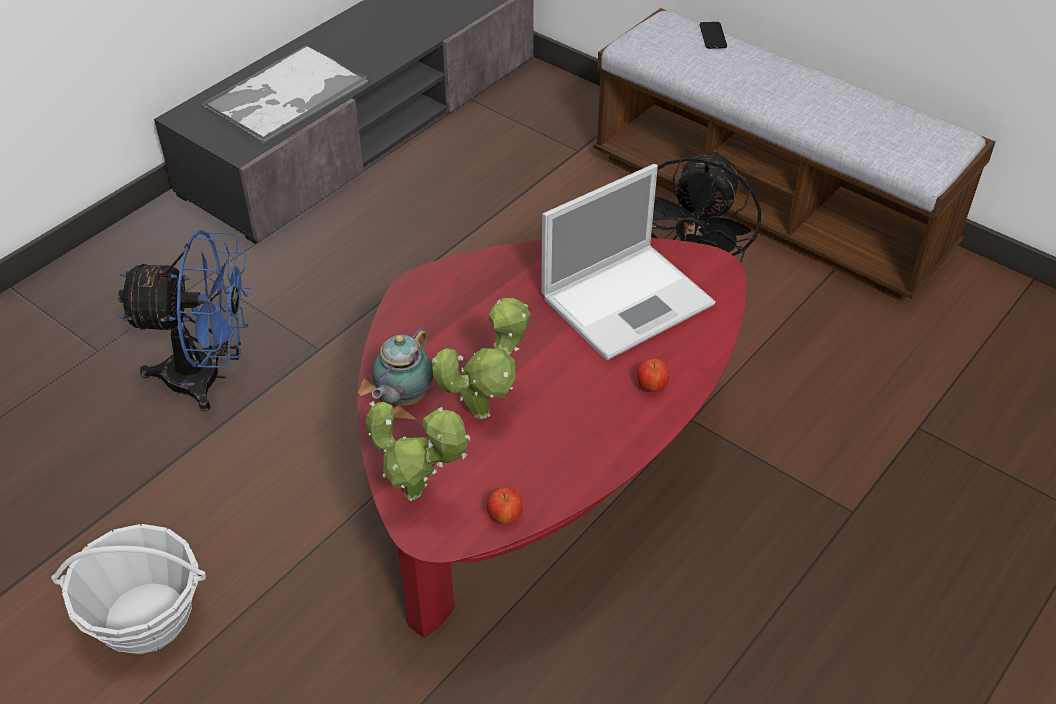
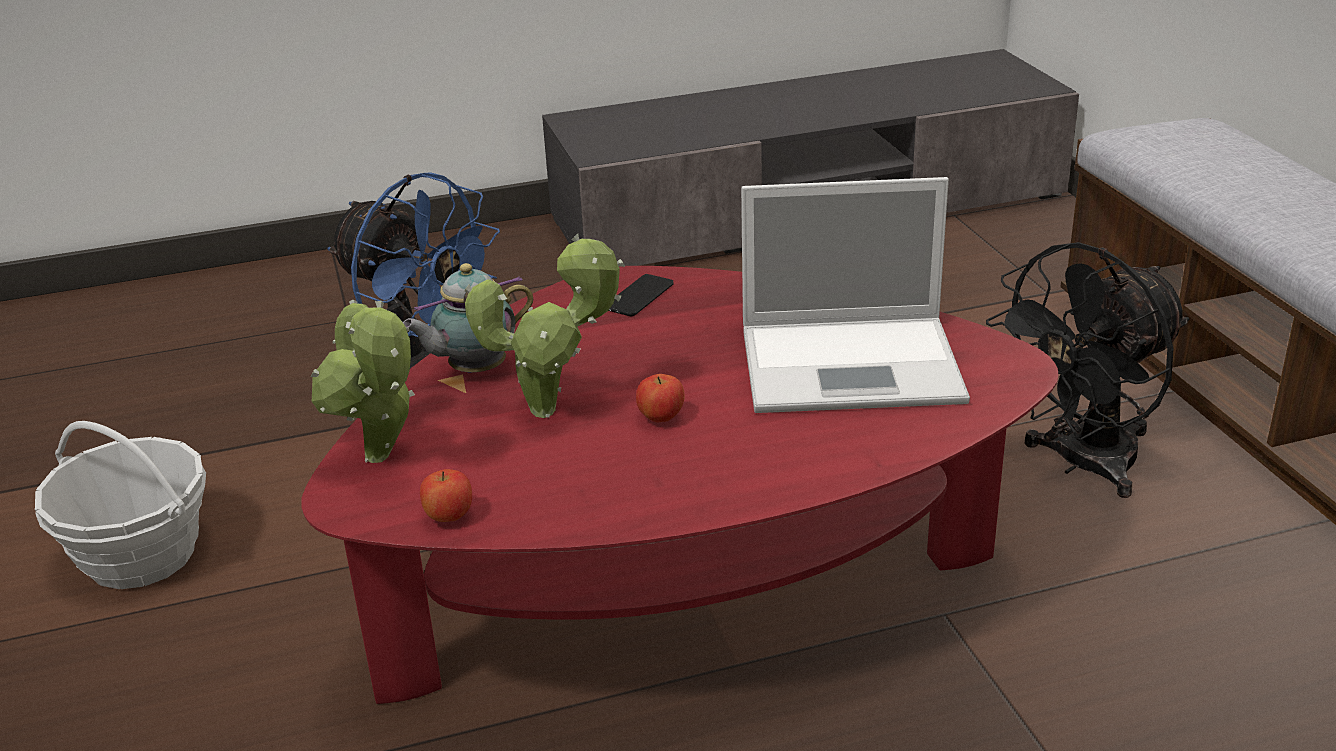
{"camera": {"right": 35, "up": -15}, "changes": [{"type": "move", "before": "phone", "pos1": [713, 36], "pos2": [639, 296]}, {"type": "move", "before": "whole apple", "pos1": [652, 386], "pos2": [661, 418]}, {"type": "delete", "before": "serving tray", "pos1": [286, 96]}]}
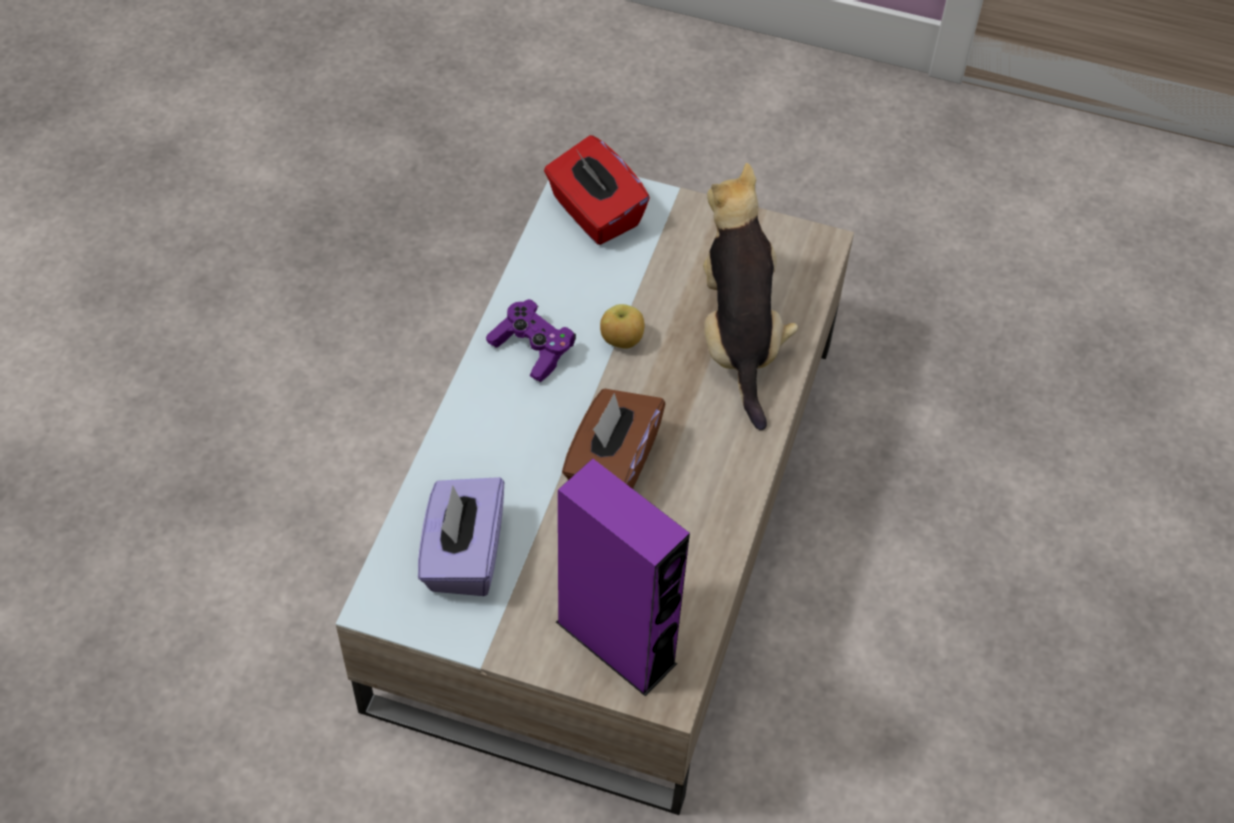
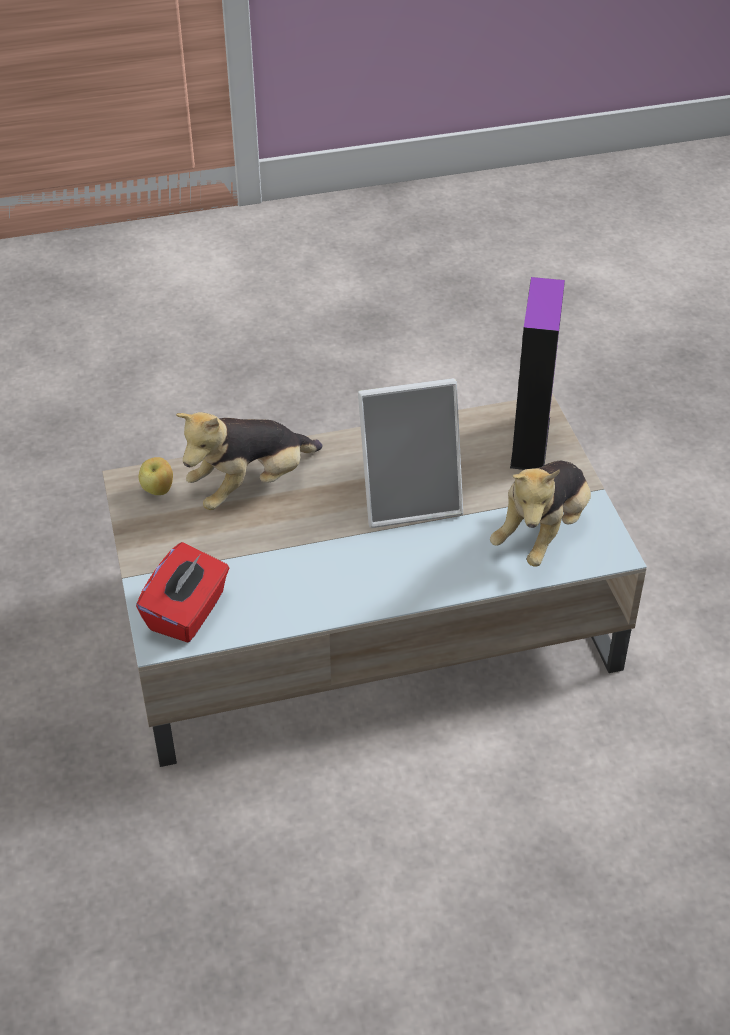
{"camera": {"right": -120, "up": -10}, "changes": [{"type": "move", "before": "whole apple", "pos1": [621, 341], "pos2": [158, 490]}, {"type": "replace", "before": "box of tissues (brownish)", "after": "photo frame", "pos1": [612, 464], "pos2": [410, 498]}, {"type": "replace", "before": "box of tissues (purplish)", "after": "plush toy", "pos1": [463, 555], "pos2": [542, 532]}, {"type": "delete", "before": "gamepad (purplish)", "pos1": [532, 349]}]}
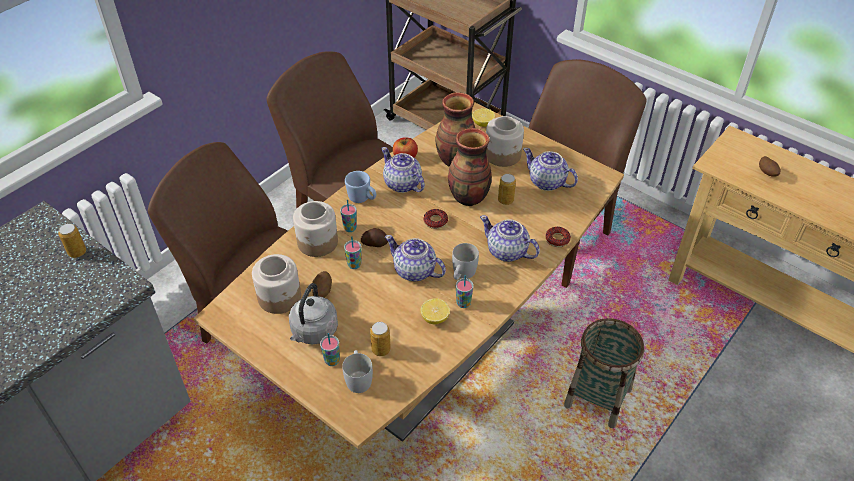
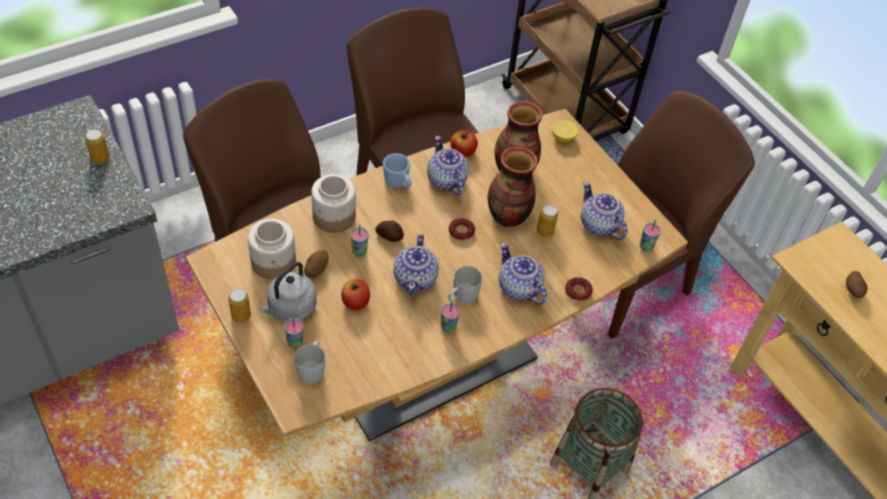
{"camera": {"right": 15, "up": 5}, "changes": [{"type": "move", "before": "metal can", "pos1": [381, 349], "pos2": [241, 316]}, {"type": "insert", "after": "whole apple", "pos2": [355, 302]}, {"type": "rotate", "before": "tea pot", "pos1": [415, 271], "pos2": [416, 278], "turn": -135}, {"type": "move", "before": "small cup", "pos1": [350, 228], "pos2": [646, 247]}, {"type": "delete", "before": "citrus fruit", "pos1": [435, 318]}, {"type": "delete", "before": "jar", "pos1": [503, 155]}]}
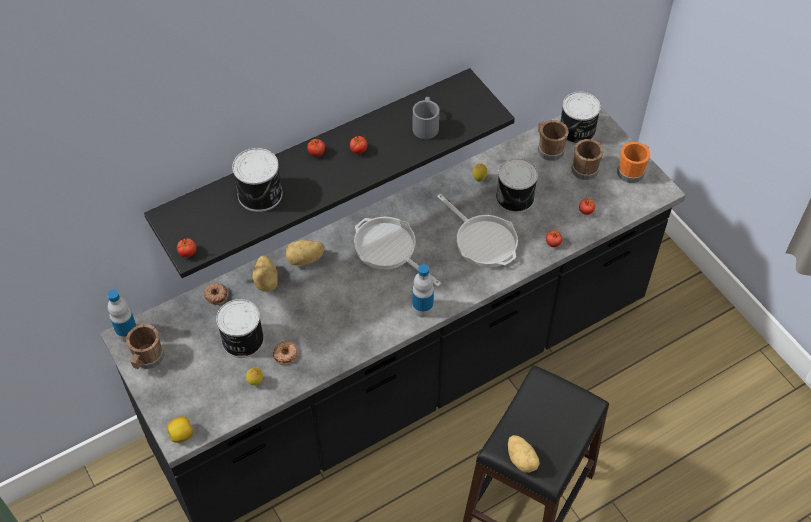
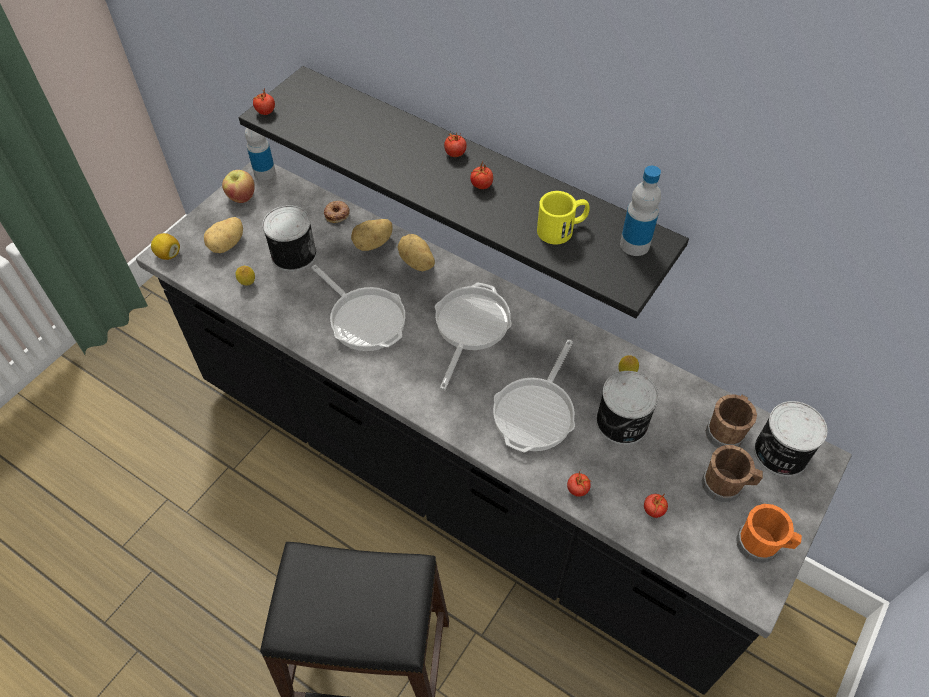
{"camera": {"right": 65, "up": 0}, "changes": [{"type": "move", "before": "potato", "pos1": [522, 459], "pos2": [227, 245]}, {"type": "replace", "before": "tea mug (brownish)", "after": "whole apple", "pos1": [147, 359], "pos2": [241, 197]}, {"type": "insert", "after": "pan", "pos2": [364, 318]}, {"type": "recolor", "before": "tea mug (gray)", "after": "tea mug (yellow)", "pos1": [426, 124], "pos2": [562, 229]}, {"type": "move", "before": "bottle", "pos1": [422, 308], "pos2": [634, 244]}, {"type": "delete", "before": "metal can", "pos1": [261, 194]}, {"type": "delete", "before": "doughnut", "pos1": [286, 354]}]}
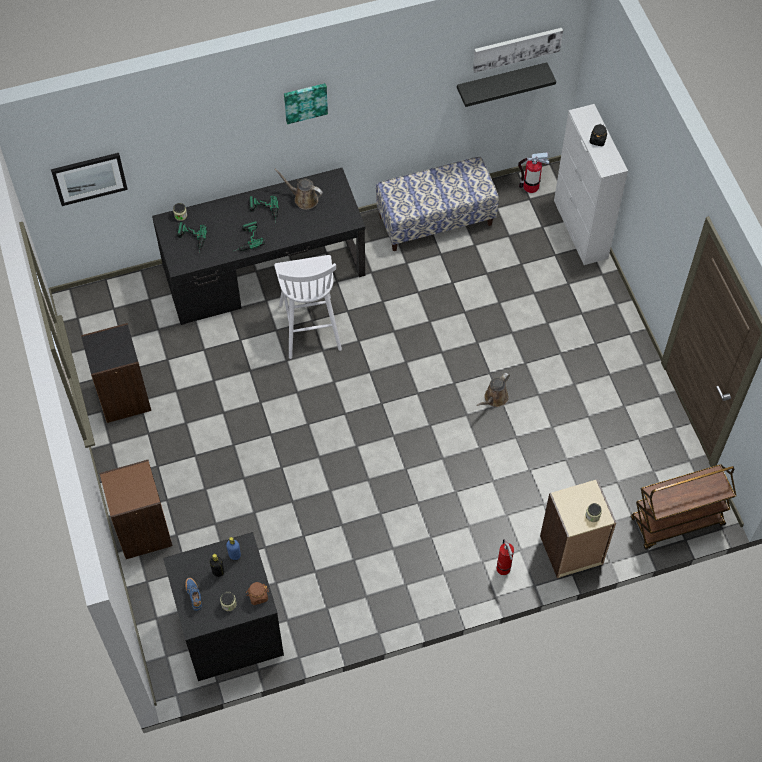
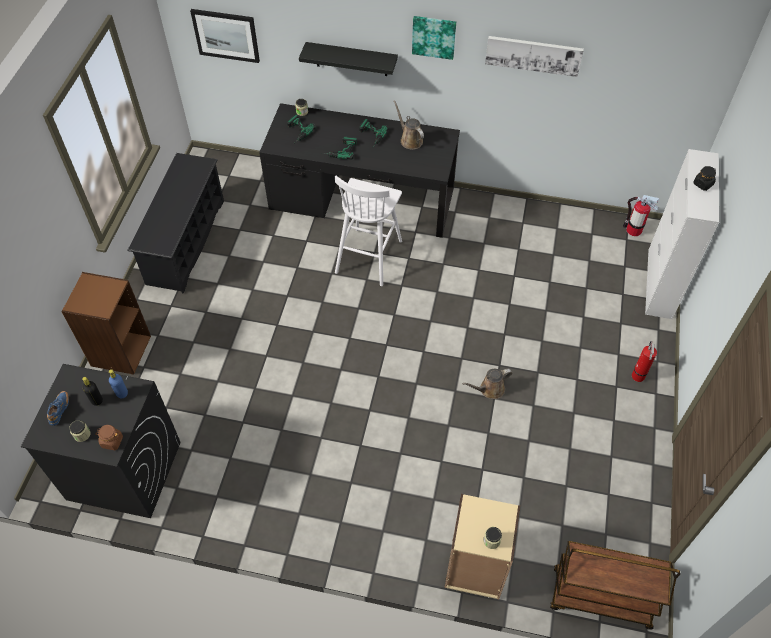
{"camera": {"right": 30, "up": -5}, "changes": [{"type": "replace", "before": "bookcase (black-coloured)", "after": "shoe shelf (black-coloured)", "pos1": [123, 397], "pos2": [185, 242]}, {"type": "move", "before": "shelf (black-coloured)", "pos1": [501, 82], "pos2": [351, 59]}, {"type": "move", "before": "picture", "pos1": [517, 48], "pos2": [533, 55]}, {"type": "move", "before": "extinguisher", "pos1": [504, 570], "pos2": [638, 377]}, {"type": "delete", "before": "bench", "pos1": [435, 220]}]}
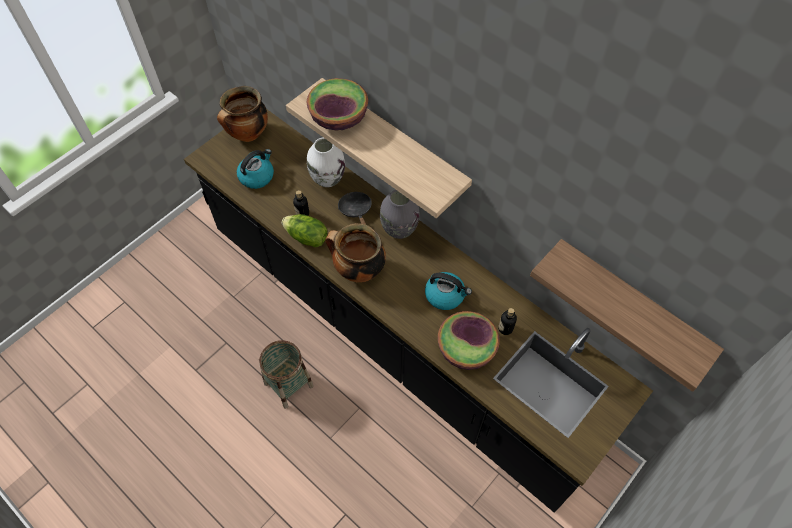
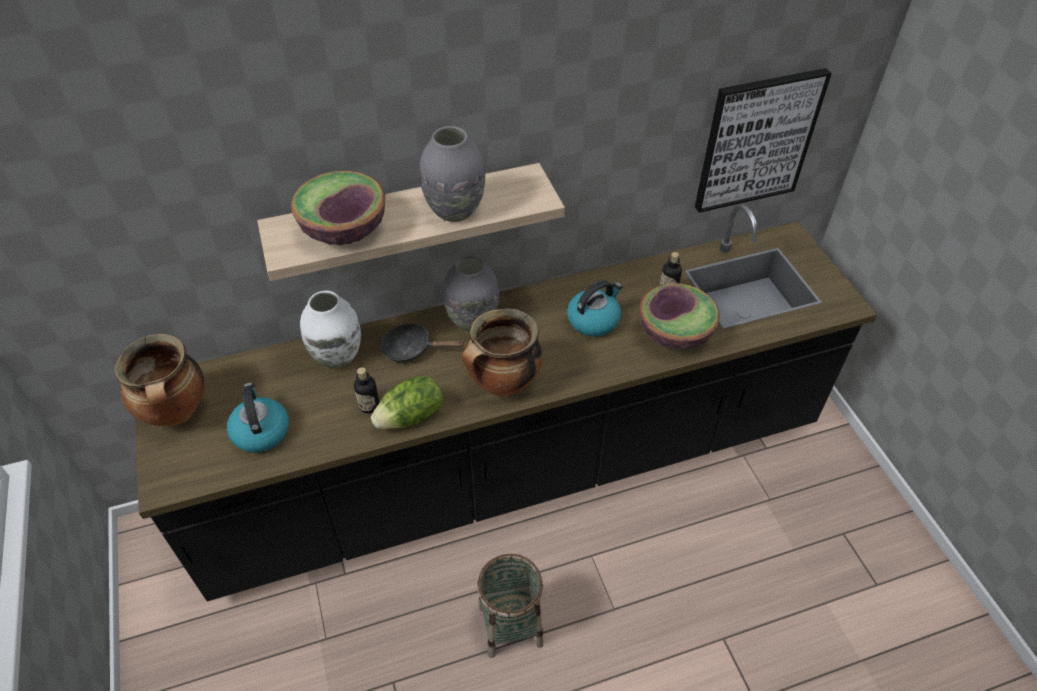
{"camera": {"right": -60, "up": -10}, "changes": [{"type": "insert", "after": "flower vase (gray)", "pos2": [455, 211]}, {"type": "replace", "before": "shelf", "after": "picture", "pos1": [631, 304], "pos2": [757, 140]}]}
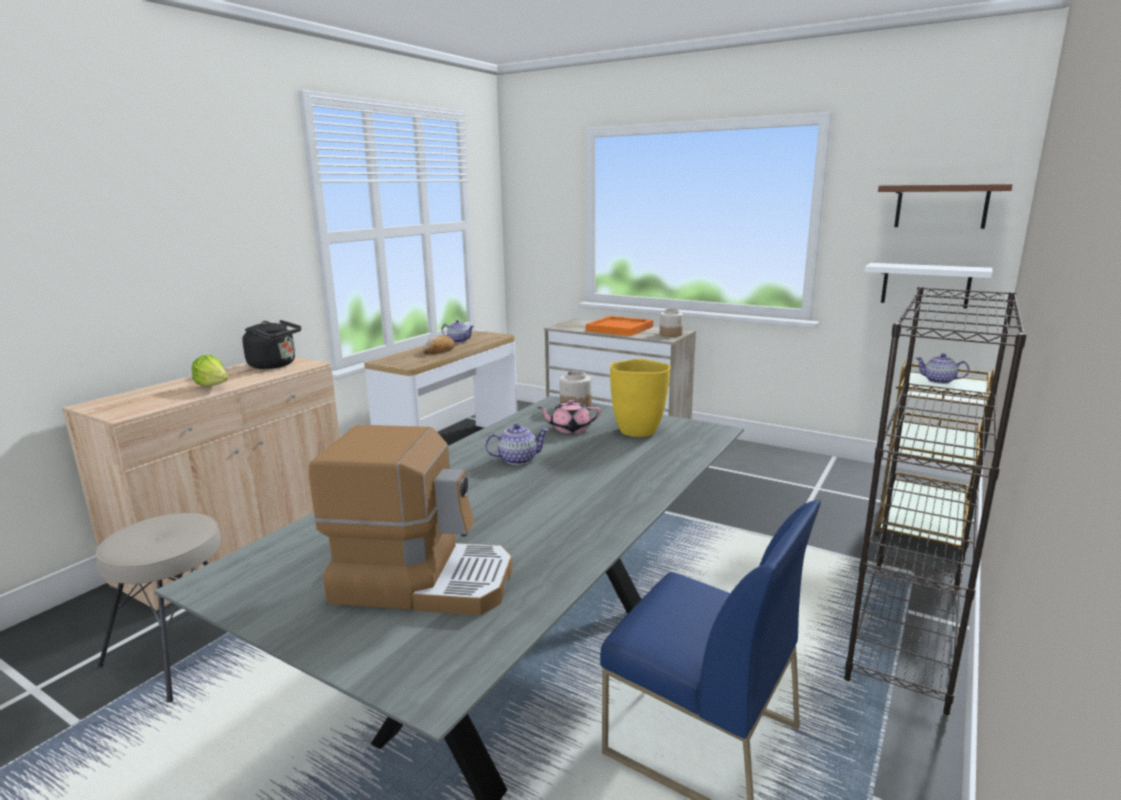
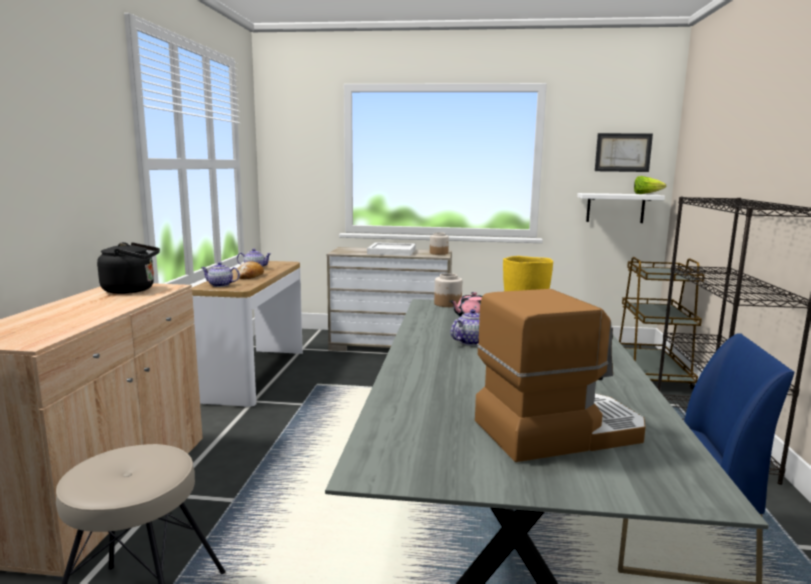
{"camera": {"right": -25, "up": -5}, "changes": [{"type": "move", "before": "tea pot", "pos1": [939, 381], "pos2": [221, 285]}, {"type": "recolor", "before": "serving tray (orange)", "after": "serving tray (whitish)", "pos1": [620, 329], "pos2": [392, 251]}, {"type": "replace", "before": "shelf (brownish)", "after": "picture", "pos1": [941, 206], "pos2": [623, 152]}, {"type": "move", "before": "head of lettuce", "pos1": [214, 387], "pos2": [646, 194]}]}
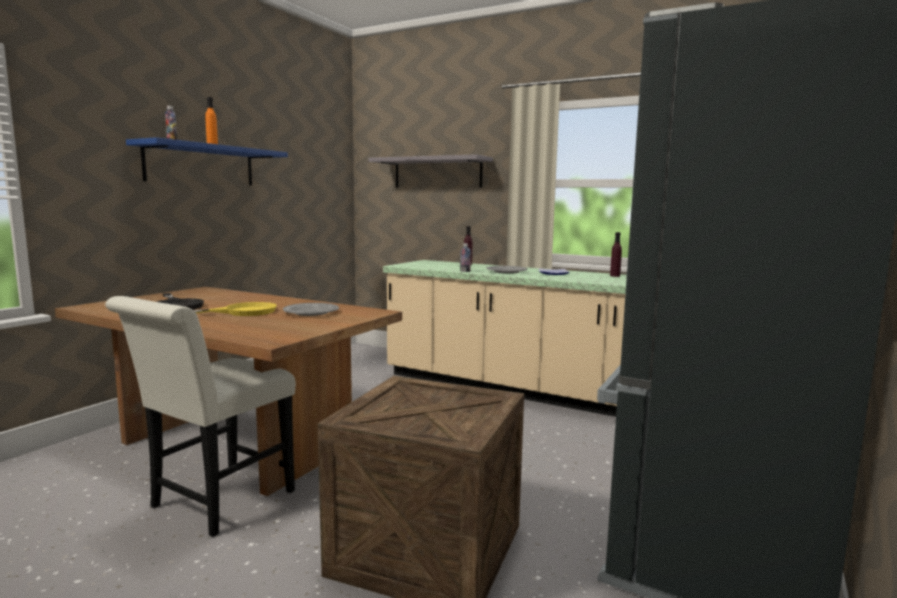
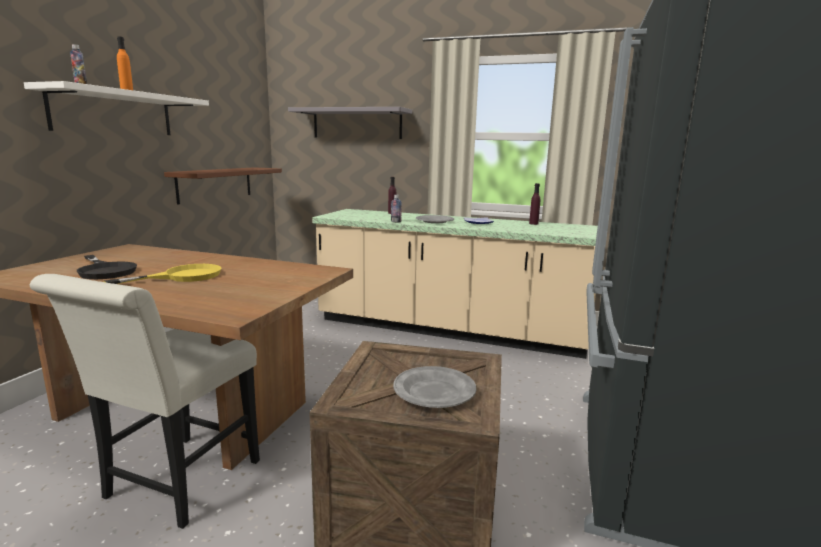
{"camera": {"right": -10, "up": 5}, "changes": [{"type": "recolor", "before": "shelf (blue-coloured)", "after": "shelf (whitish)", "pos1": [201, 165], "pos2": [114, 113]}, {"type": "insert", "after": "shelf (brownish)", "pos2": [215, 184]}, {"type": "move", "before": "flat dish (gray)", "pos1": [311, 312], "pos2": [434, 391]}]}
